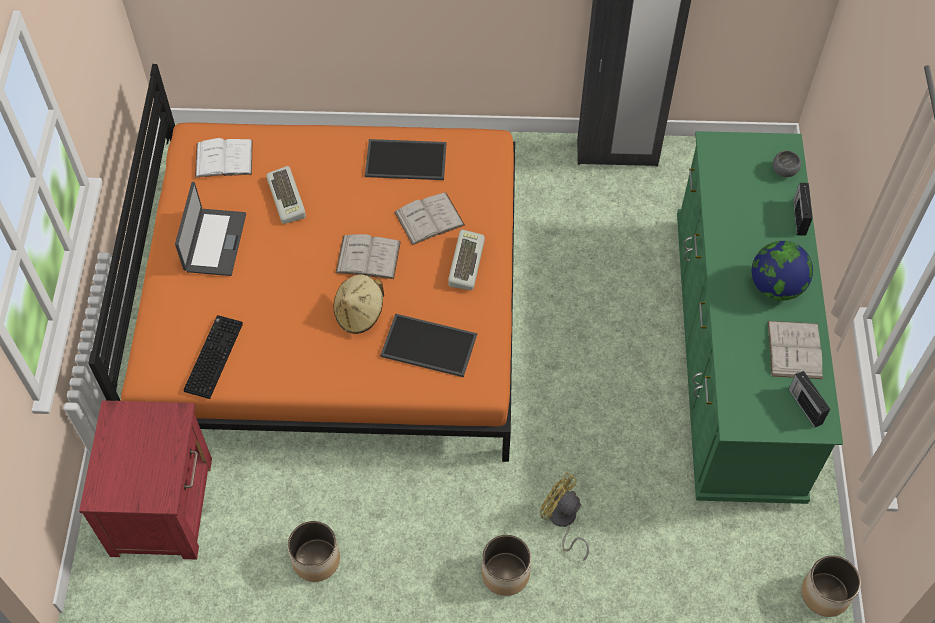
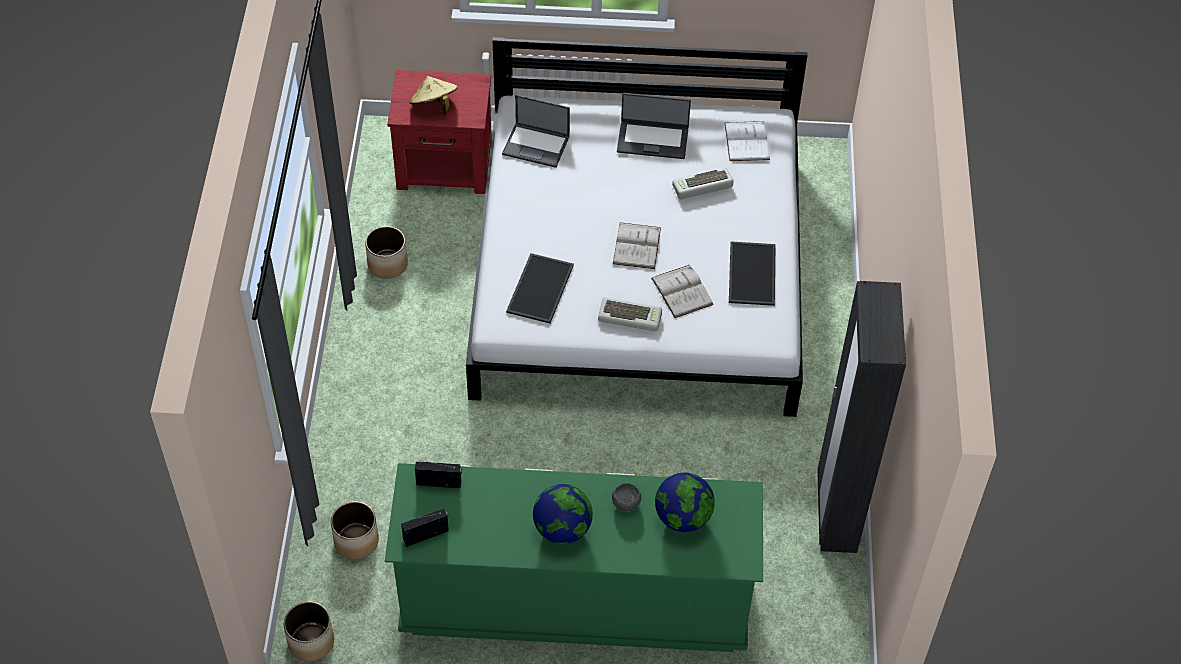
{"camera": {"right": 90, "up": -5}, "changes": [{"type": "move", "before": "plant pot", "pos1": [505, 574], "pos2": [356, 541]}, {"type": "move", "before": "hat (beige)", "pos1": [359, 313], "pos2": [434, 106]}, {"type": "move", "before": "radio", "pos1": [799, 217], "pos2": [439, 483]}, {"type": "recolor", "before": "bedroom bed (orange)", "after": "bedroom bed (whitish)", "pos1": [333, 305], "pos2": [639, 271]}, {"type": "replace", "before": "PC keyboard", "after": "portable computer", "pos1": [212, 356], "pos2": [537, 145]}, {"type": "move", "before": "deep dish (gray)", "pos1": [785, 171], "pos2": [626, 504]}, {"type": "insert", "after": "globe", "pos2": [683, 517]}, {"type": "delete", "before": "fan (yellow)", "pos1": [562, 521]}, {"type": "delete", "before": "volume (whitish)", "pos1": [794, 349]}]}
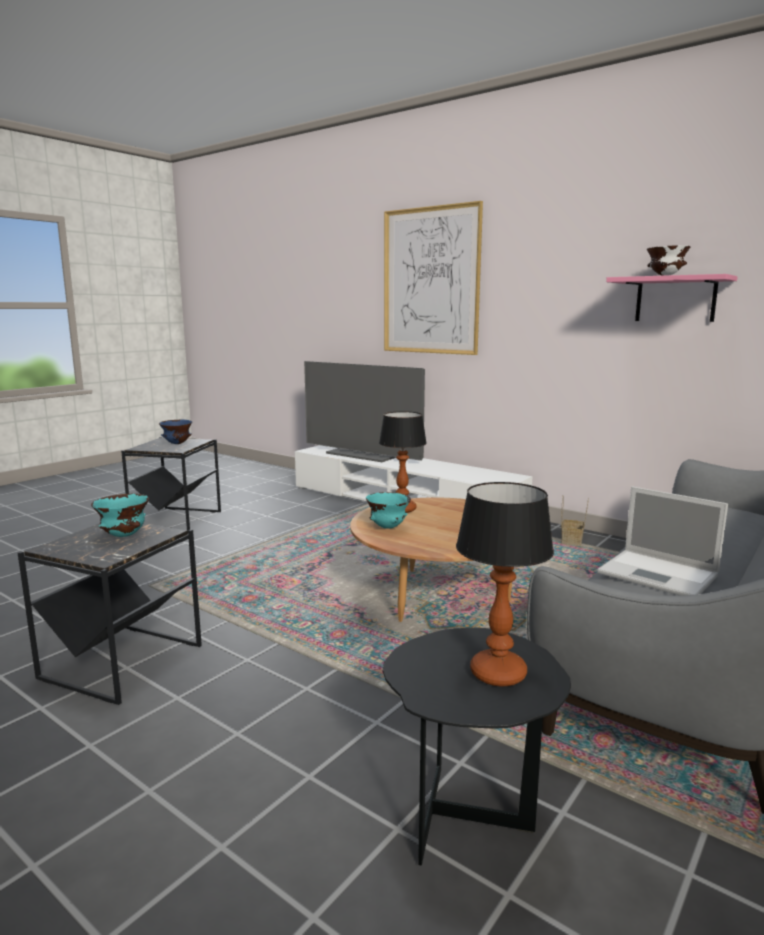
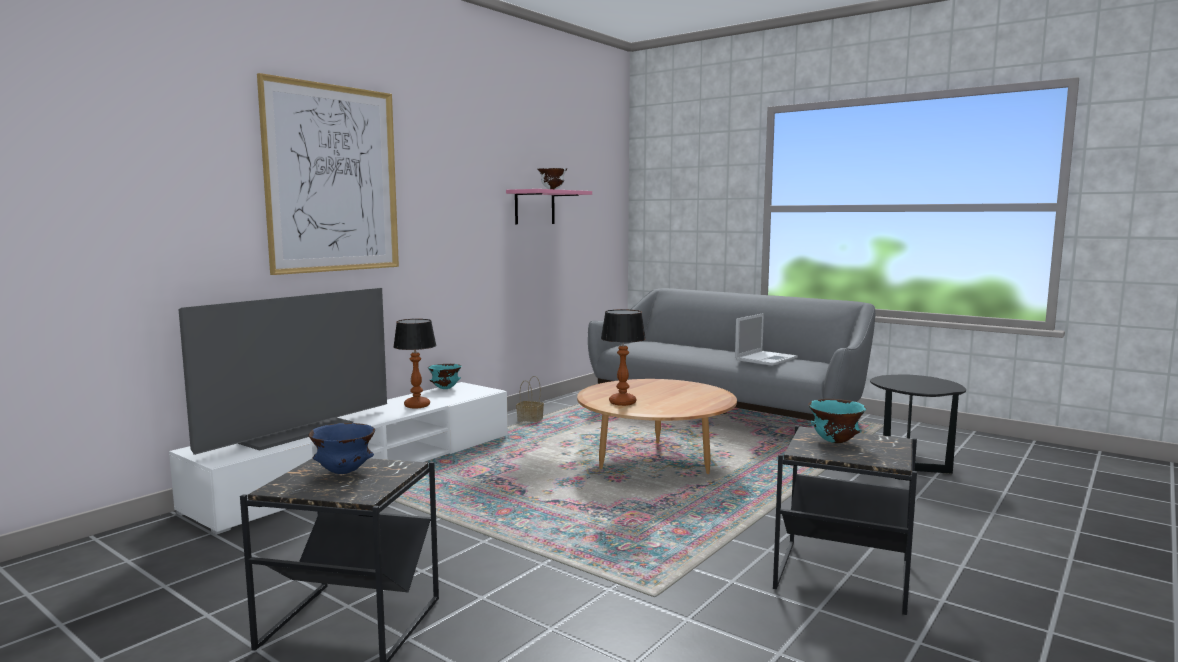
{"camera": {"right": -90, "up": -5}, "changes": [{"type": "move", "before": "tabletop lamp", "pos1": [497, 674], "pos2": [417, 406]}, {"type": "move", "before": "deep dish (turquoise)", "pos1": [388, 527], "pos2": [445, 389]}]}
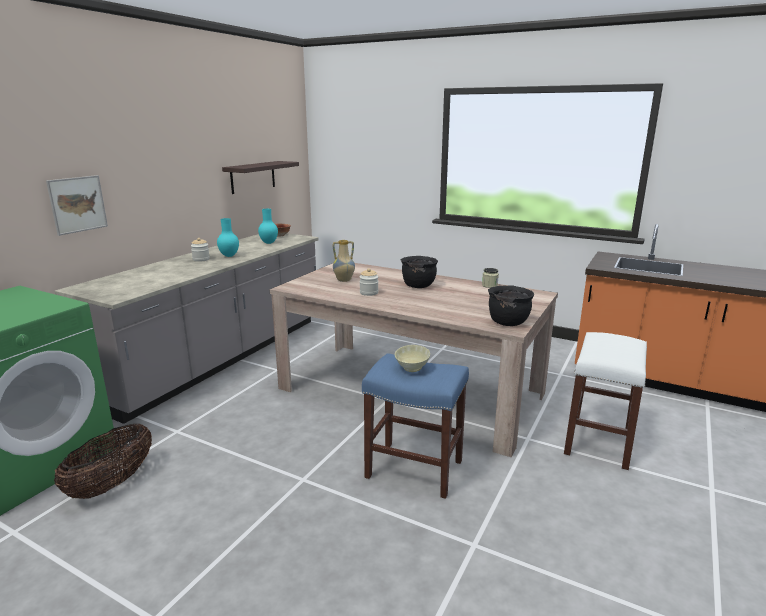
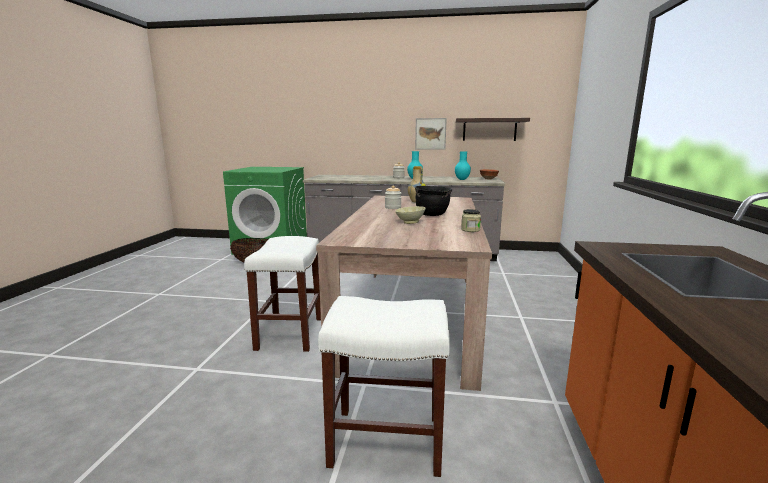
{"camera": {"right": 70, "up": -5}, "changes": [{"type": "recolor", "before": "stool seat (blue-coloured)", "after": "stool seat (whitish)", "pos1": [412, 469], "pos2": [290, 333]}, {"type": "move", "before": "deep dish (beige)", "pos1": [411, 368], "pos2": [409, 222]}, {"type": "move", "before": "picture", "pos1": [77, 204], "pos2": [430, 133]}, {"type": "delete", "before": "stockpot (black-coloured)", "pos1": [508, 322]}]}
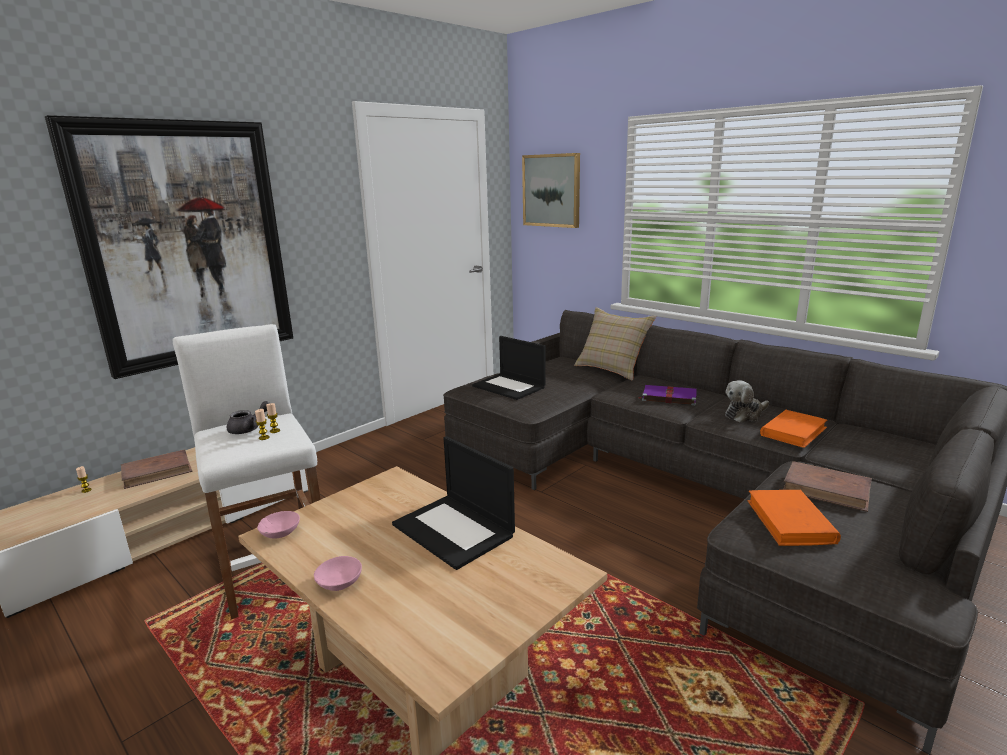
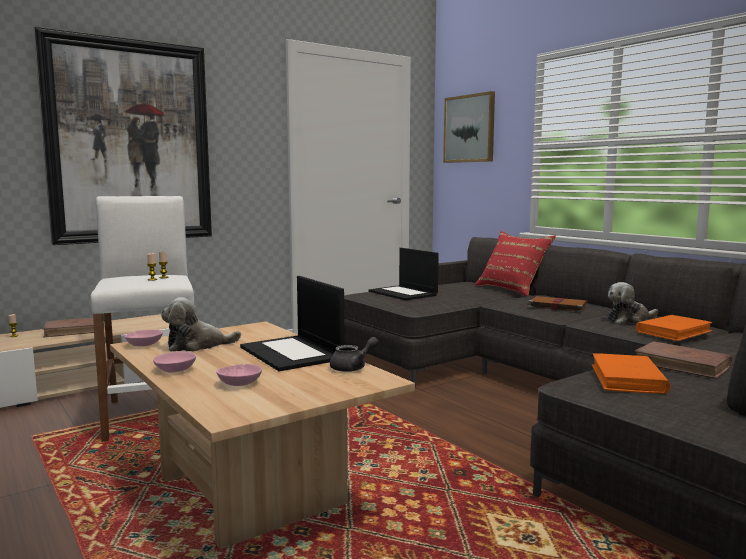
{"camera": {"right": 10, "up": -10}, "changes": [{"type": "insert", "after": "plush toy", "pos2": [197, 346]}, {"type": "insert", "after": "deep dish (pinkish)", "pos2": [240, 384]}, {"type": "move", "before": "tea pot (gray)", "pos1": [249, 429], "pos2": [353, 367]}, {"type": "recolor", "before": "cushion (beige)", "after": "cushion (red-coloured)", "pos1": [612, 369], "pos2": [512, 289]}, {"type": "recolor", "before": "volume (purplish)", "after": "volume (brownish)", "pos1": [668, 397], "pos2": [556, 306]}]}
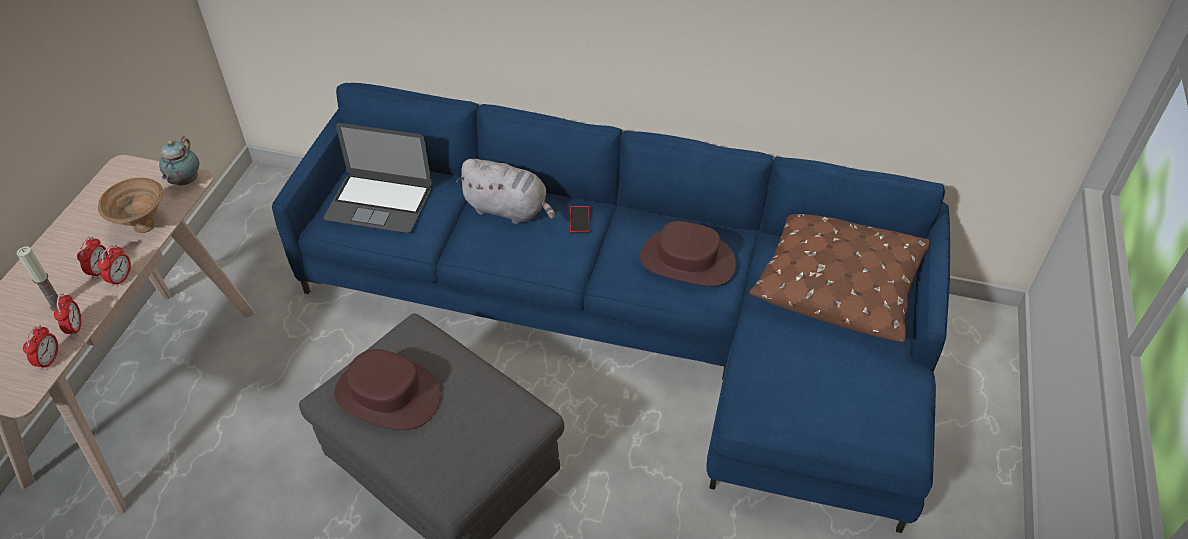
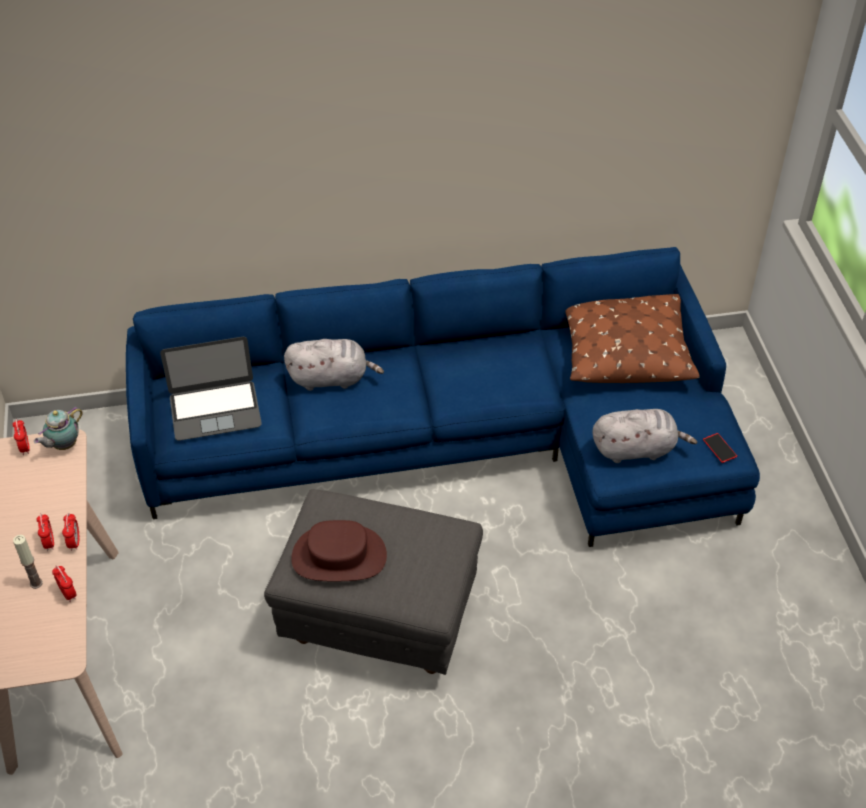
{"camera": {"right": -25, "up": 0}, "changes": [{"type": "move", "before": "bedside clock", "pos1": [49, 360], "pos2": [25, 447]}, {"type": "rotate", "before": "tea pot", "pos1": [185, 182], "pos2": [63, 445], "turn": 60}, {"type": "insert", "after": "plush toy (gray)", "pos2": [636, 449]}, {"type": "move", "before": "phone", "pos1": [579, 219], "pos2": [719, 448]}, {"type": "delete", "before": "deep dish (brownish)", "pos1": [144, 227]}, {"type": "delete", "before": "hat (brownish)", "pos1": [687, 261]}]}
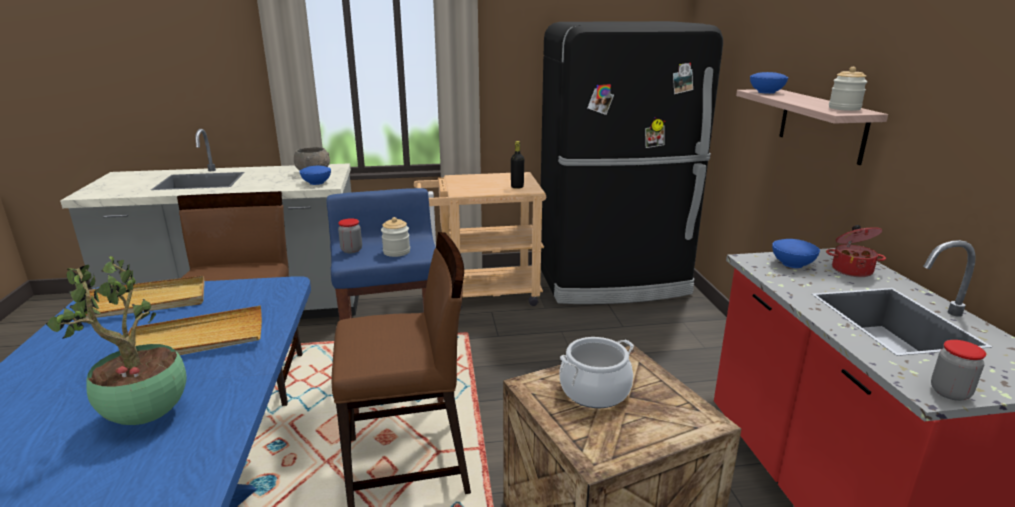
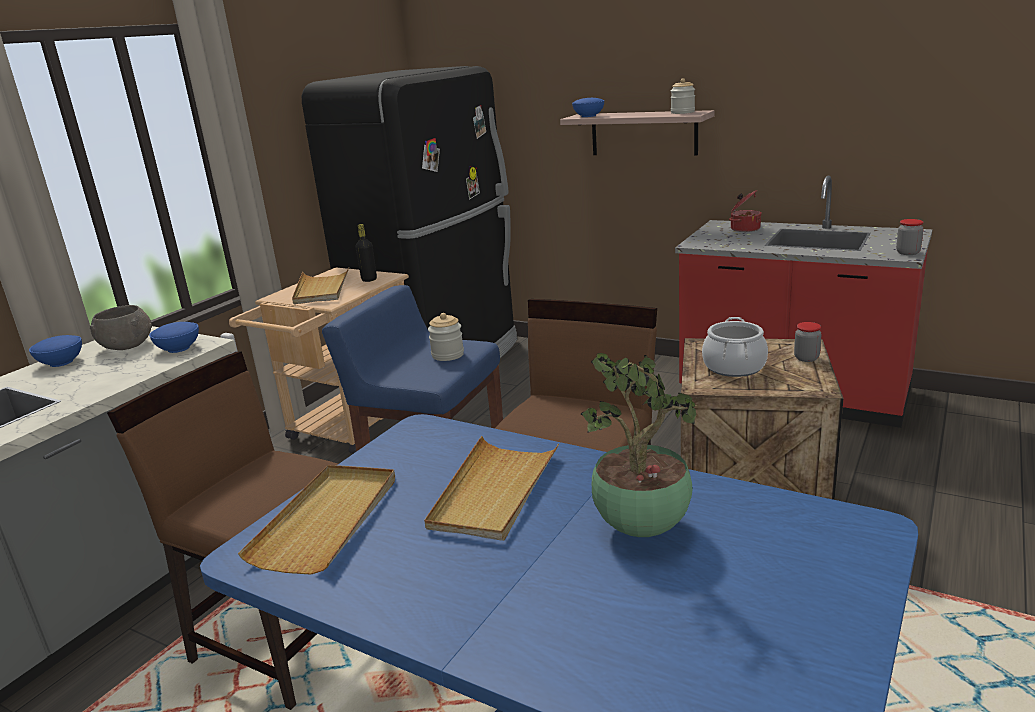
{"camera": {"right": -50, "up": 0}, "changes": [{"type": "move", "before": "deep dish (blue-coloured)", "pos1": [791, 264], "pos2": [60, 363]}, {"type": "insert", "after": "serving tray (beige)", "pos2": [321, 289]}, {"type": "move", "before": "jar", "pos1": [351, 250], "pos2": [806, 358]}]}
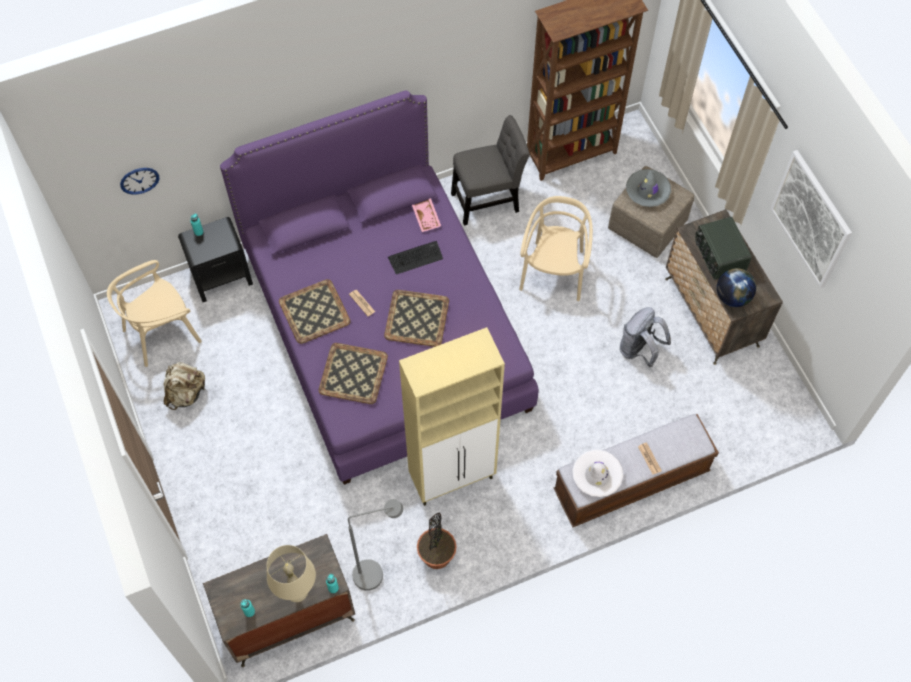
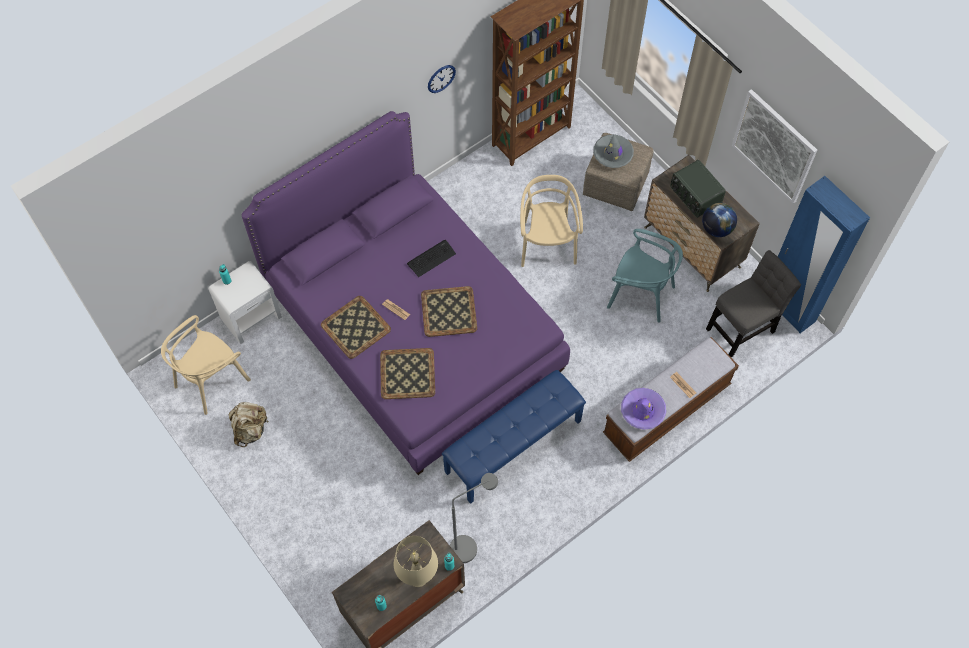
{"camera": {"right": -15, "up": 0}, "changes": [{"type": "recolor", "before": "bedside table (black-coloured)", "after": "bedside table (whitish)", "pos1": [222, 277], "pos2": [251, 317]}, {"type": "move", "before": "wall clock", "pos1": [139, 180], "pos2": [441, 78]}, {"type": "replace", "before": "storage cabinet (beige)", "after": "bench (blue-coloured)", "pos1": [453, 478], "pos2": [513, 445]}, {"type": "replace", "before": "knapsack (gray)", "after": "upright chair (turquoise)", "pos1": [639, 350], "pos2": [640, 294]}, {"type": "recolor", "before": "hat (whitish)", "after": "hat (purplish)", "pos1": [597, 475], "pos2": [642, 410]}, {"type": "move", "before": "upright chair (gray)", "pos1": [488, 200], "pos2": [743, 327]}, {"type": "insert", "after": "clothes cupboard (blue-coloured)", "pos2": [788, 308]}, {"type": "delete", "before": "serving tray (pinkish)", "pos1": [426, 216]}, {"type": "delete", "before": "plant in a pot", "pos1": [436, 555]}]}
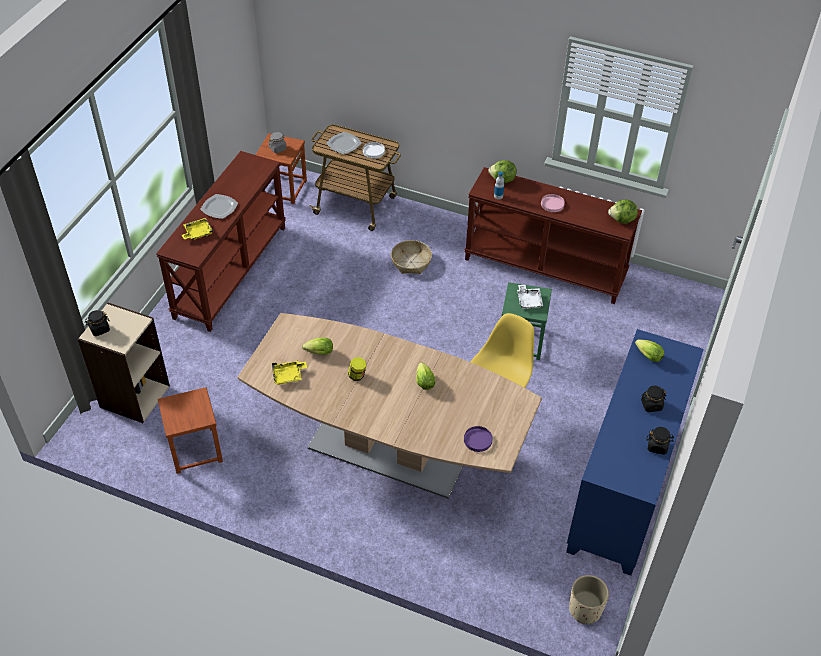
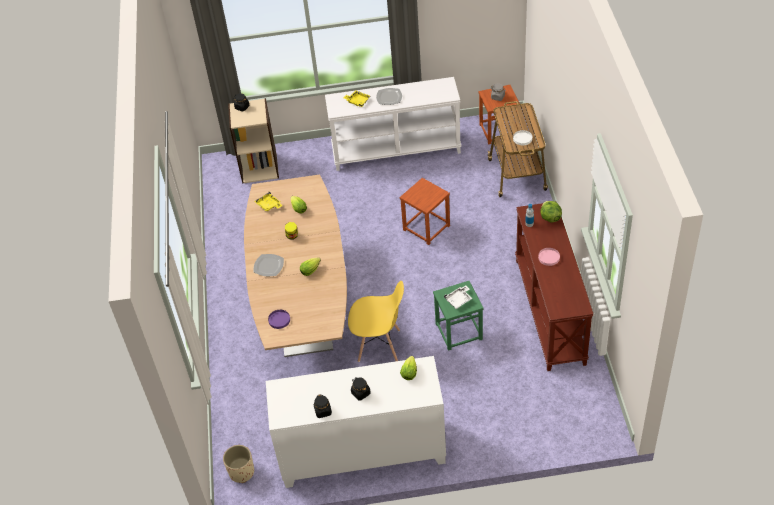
{"camera": {"right": 65, "up": 0}, "changes": [{"type": "move", "before": "flat dish", "pos1": [343, 144], "pos2": [268, 266]}, {"type": "recolor", "before": "storage cabinet (blue-coloured)", "after": "storage cabinet (whitish)", "pos1": [625, 487], "pos2": [362, 453]}, {"type": "recolor", "before": "narrow table (brownish)", "after": "narrow table (whitish)", "pos1": [230, 271], "pos2": [396, 150]}, {"type": "move", "before": "stool seat (brownish)", "pos1": [195, 450], "pos2": [426, 228]}, {"type": "delete", "before": "basket", "pos1": [411, 262]}, {"type": "delete", "before": "head of lettuce", "pos1": [622, 220]}]}
